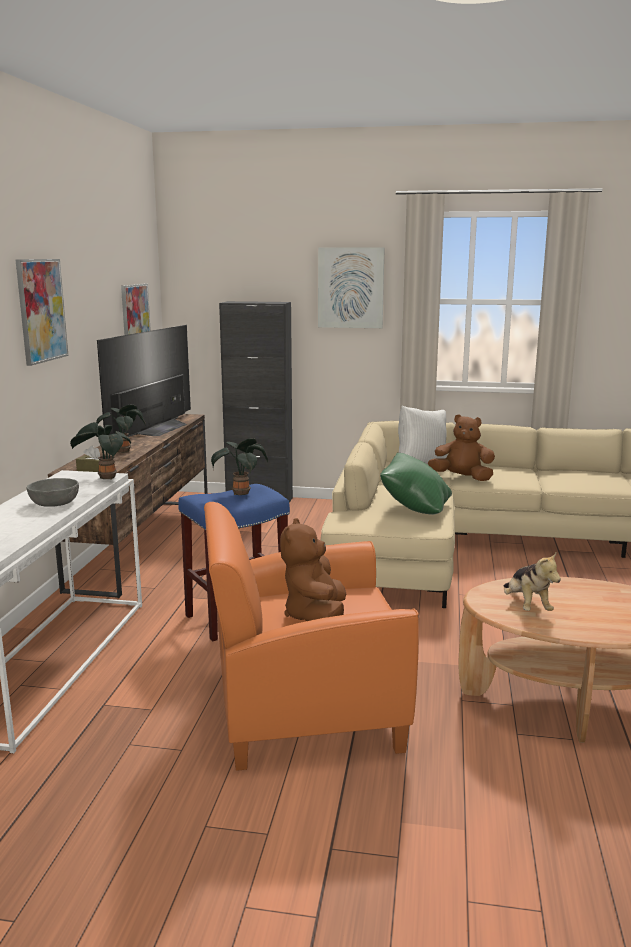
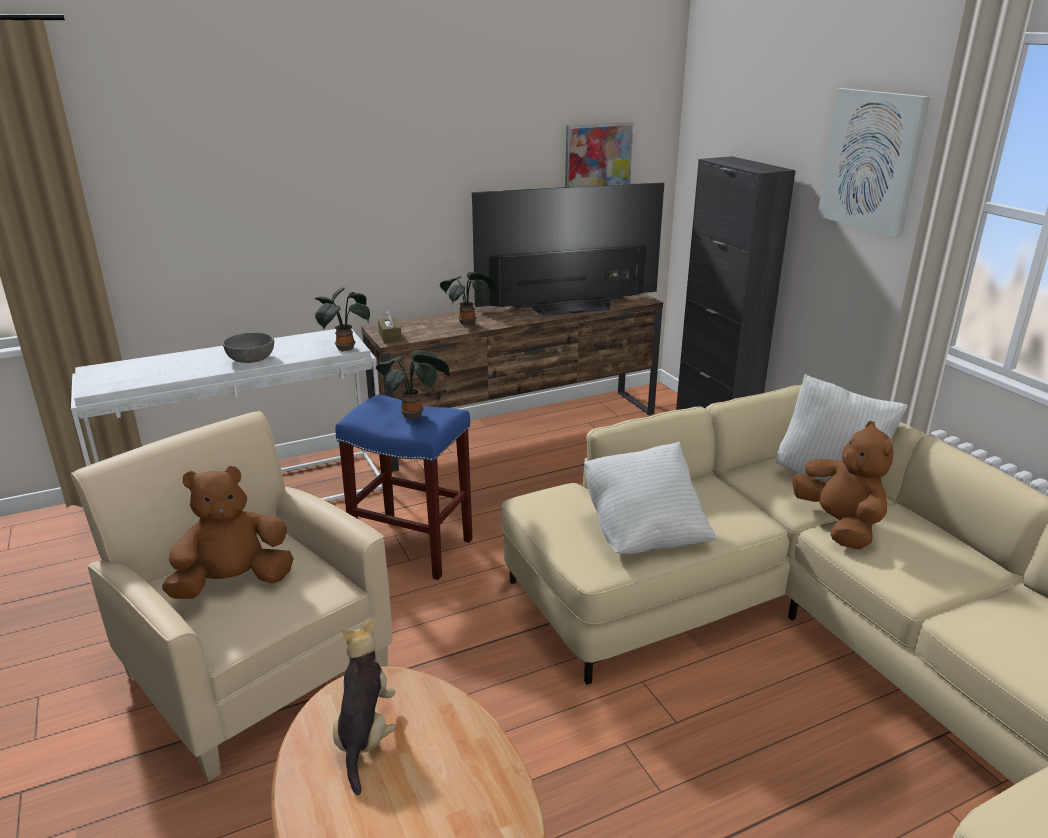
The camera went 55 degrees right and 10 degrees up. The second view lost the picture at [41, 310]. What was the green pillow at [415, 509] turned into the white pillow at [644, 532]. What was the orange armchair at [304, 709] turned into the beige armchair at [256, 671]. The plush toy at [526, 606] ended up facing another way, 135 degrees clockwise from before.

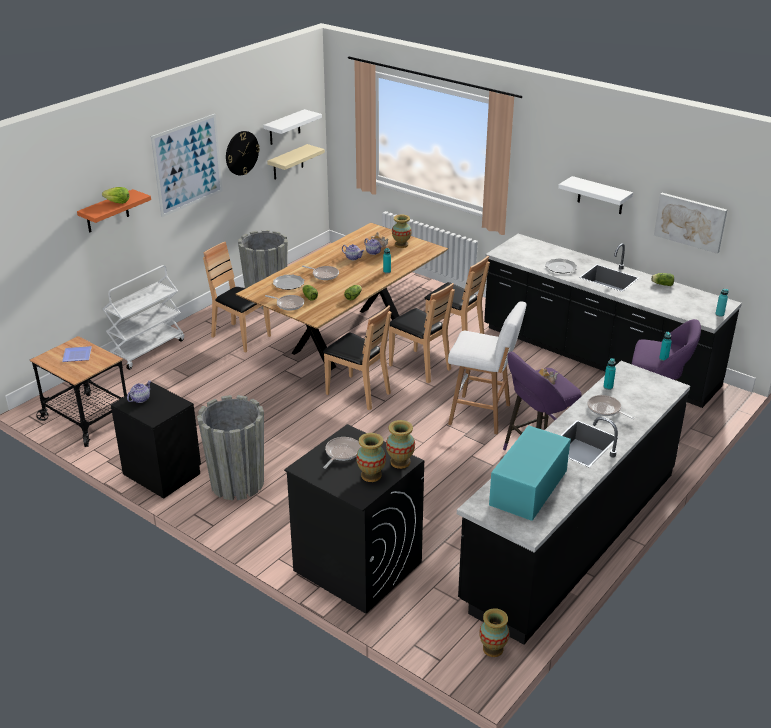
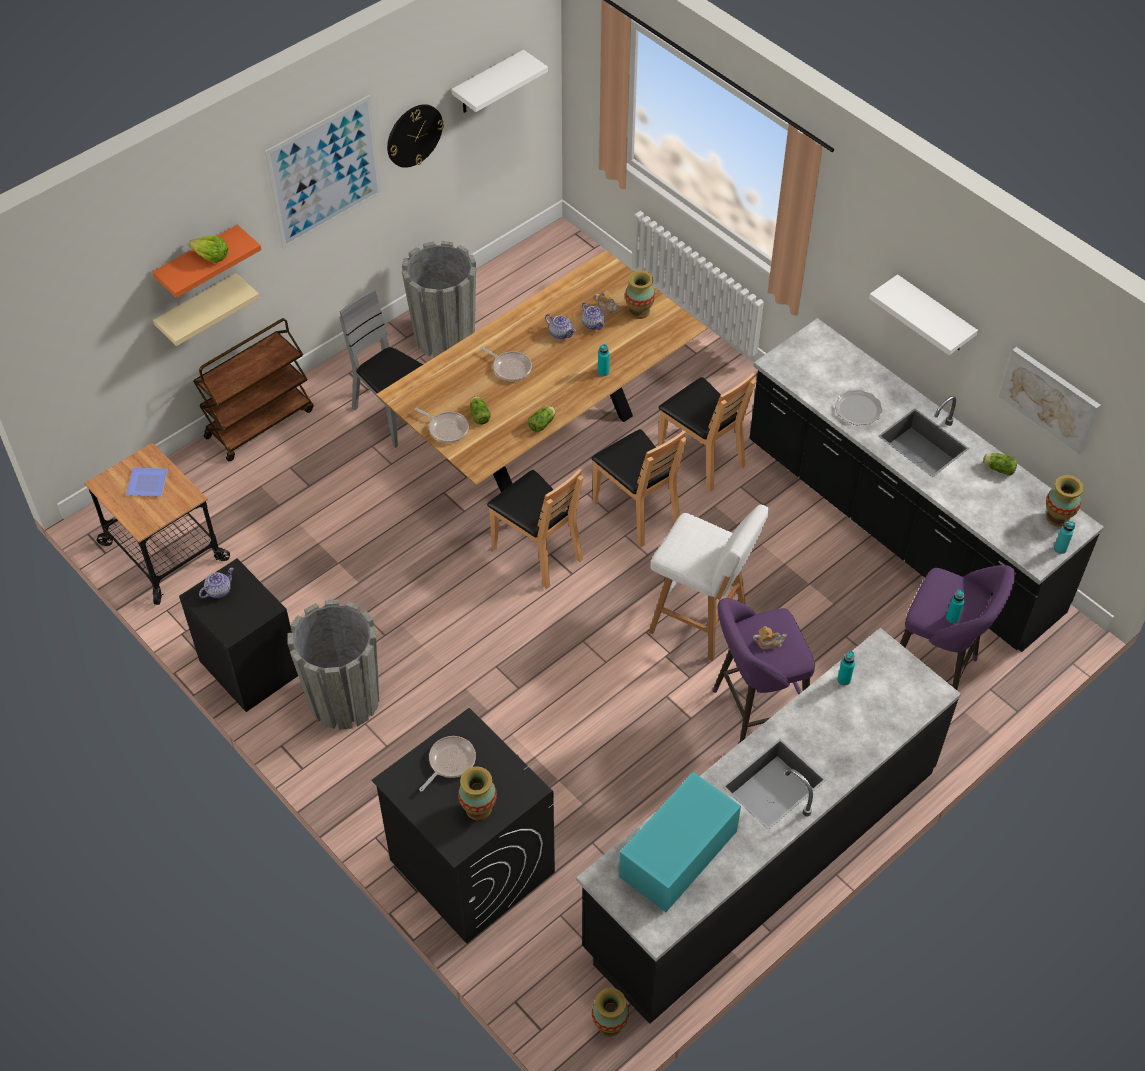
The camera went 10 degrees right and 20 degrees up. The beige shelf ended up elsewhere, having gone from [288, 162] to [198, 309]. What was the brown chair at [241, 337] turned into the grey chair at [394, 415]. What was the white cart at [147, 349] turned into the brown cart at [260, 423]. The second view lost the plate at [288, 283]. The second view lost the frying pan at [605, 409]. The vase ended up elsewhere, having gone from [400, 462] to [1057, 517].

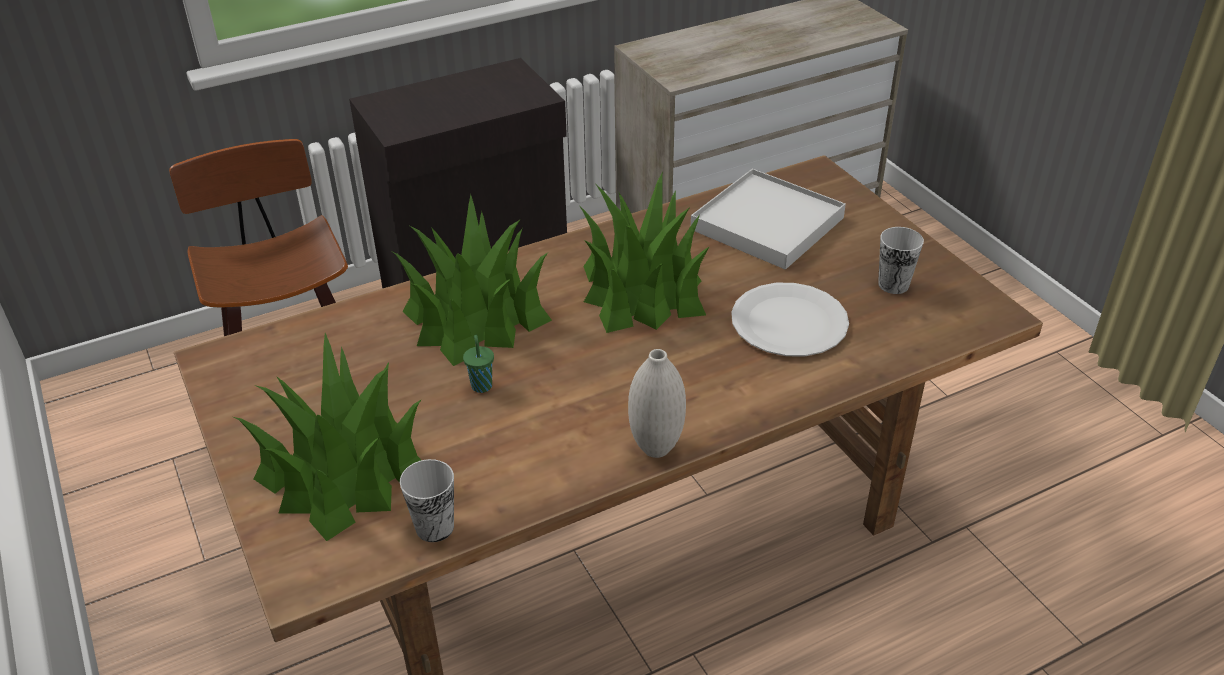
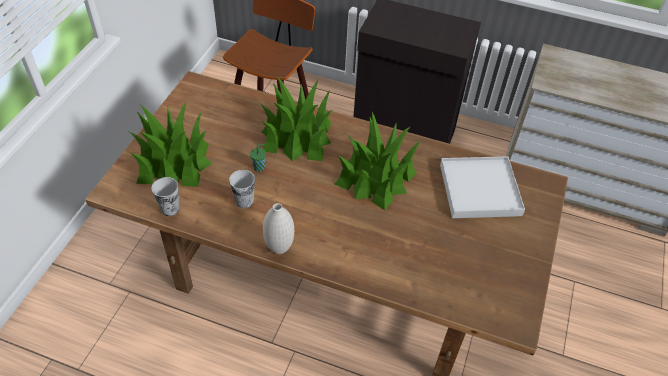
The camera went 45 degrees right and 10 degrees up. The cup ended up elsewhere, having gone from [893, 284] to [244, 201]. The second view lost the white plate at [789, 323].

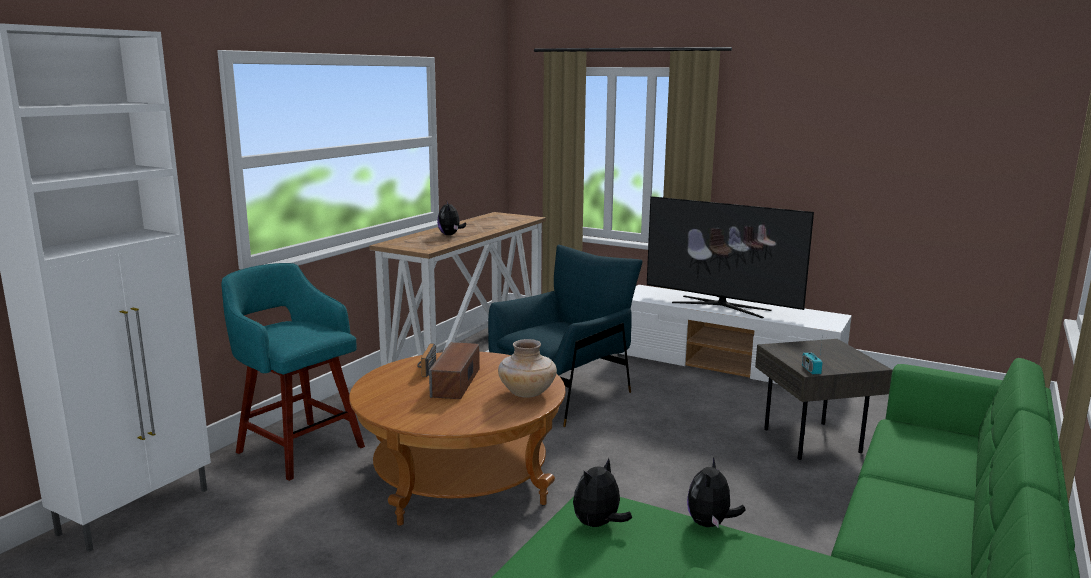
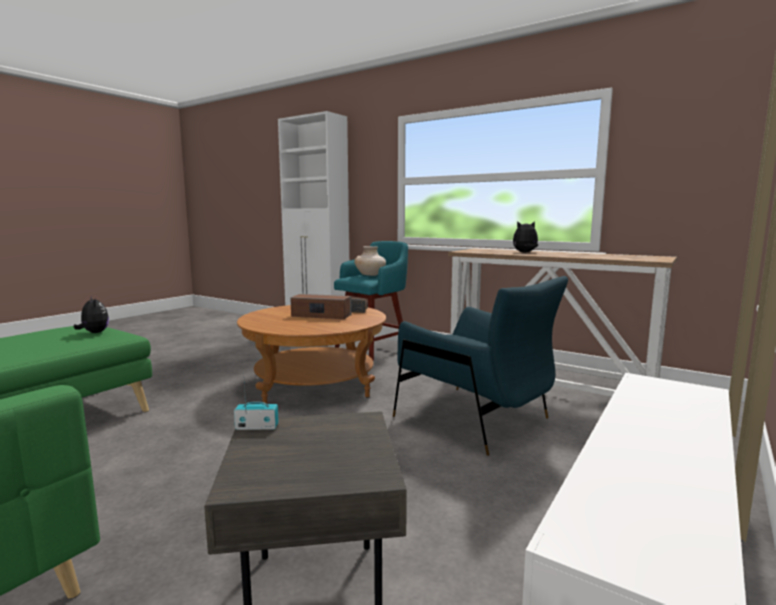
The camera went 95 degrees right and 5 degrees down. The second view lost the television at [720, 306]. The beige vase ended up elsewhere, having gone from [527, 393] to [370, 275]. The second view lost the plush toy at [710, 524].

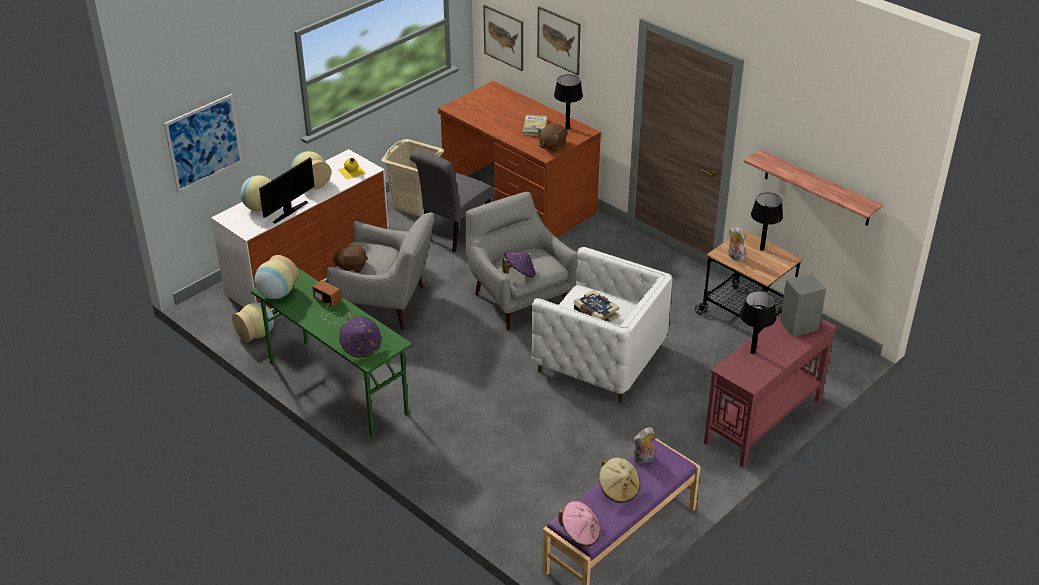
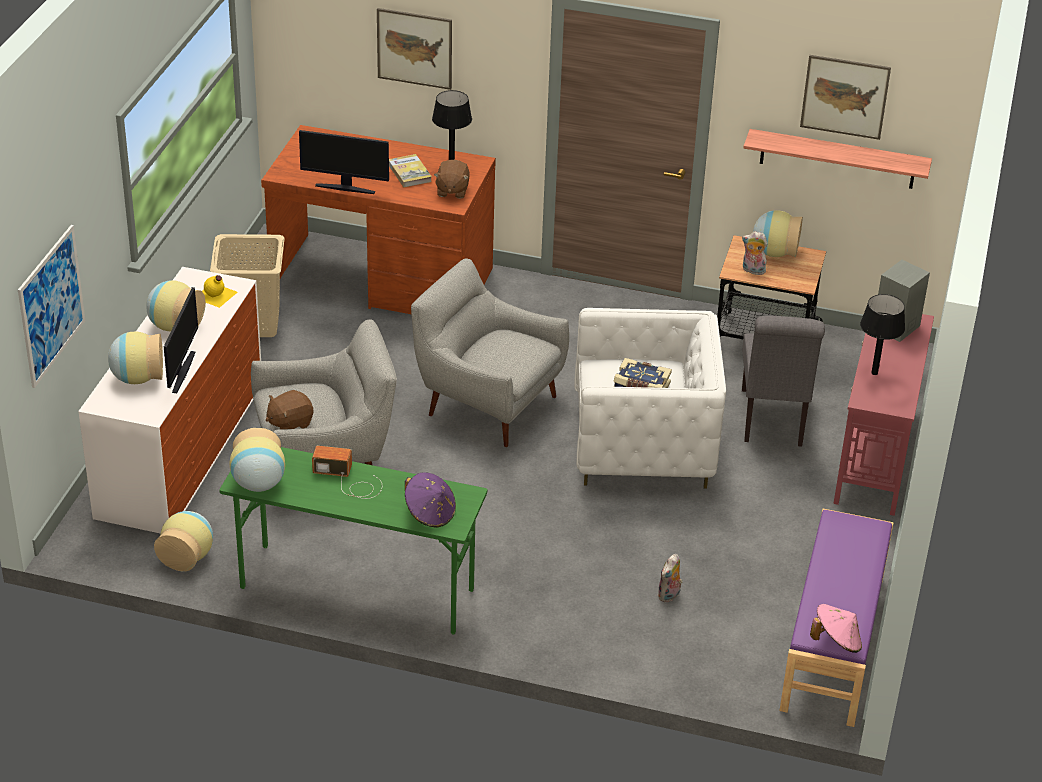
The camera went 30 degrees left and 0 degrees up. The picture ended up elsewhere, having gone from [503, 37] to [845, 96]. The grey chair ended up elsewhere, having gone from [453, 234] to [772, 421]. Where the black table lamp stood at [762, 249], the vase came to stand at [774, 252]. The second view lost the purple hat at [519, 273]. The plush toy ended up elsewhere, having gone from [643, 460] to [669, 596]. The second view lost the beige hat at [618, 490]. The second view gained the monitor at [345, 188].

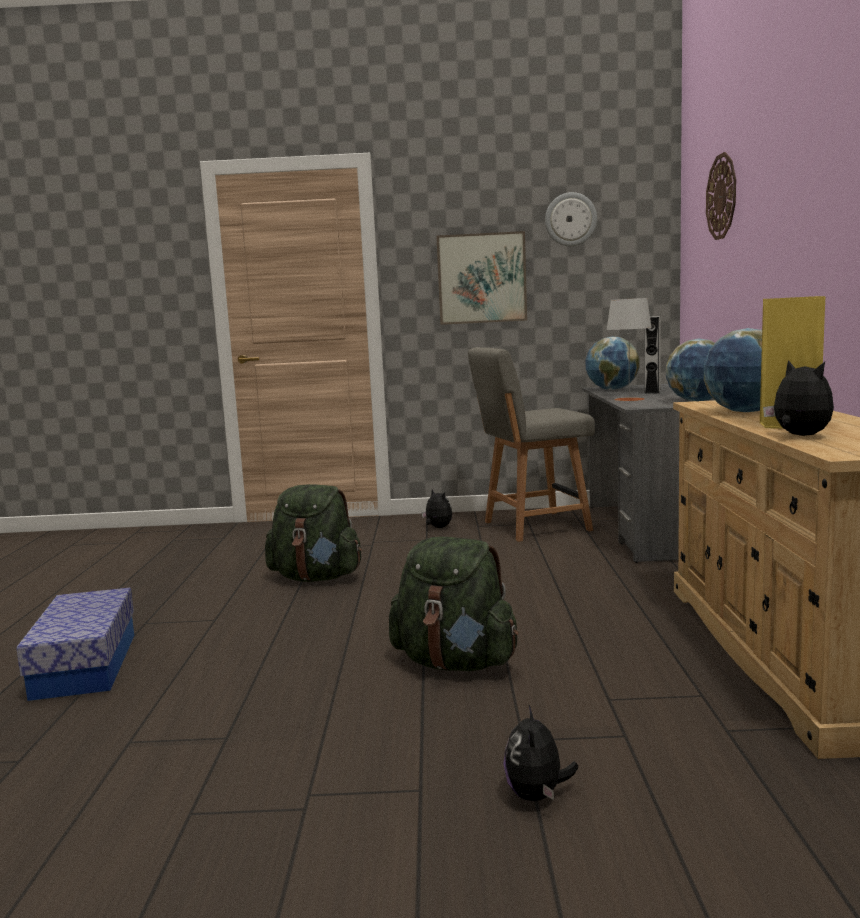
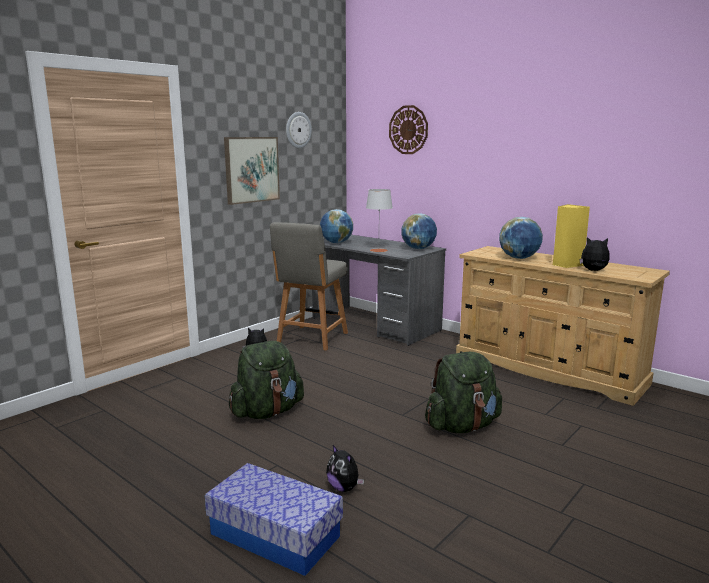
The camera went 50 degrees left and 5 degrees up. The second view lost the grey speaker at [652, 391]. The plush toy ended up elsewhere, having gone from [537, 795] to [344, 488].

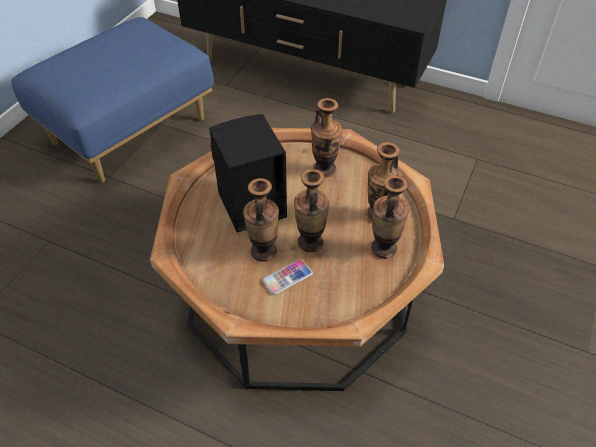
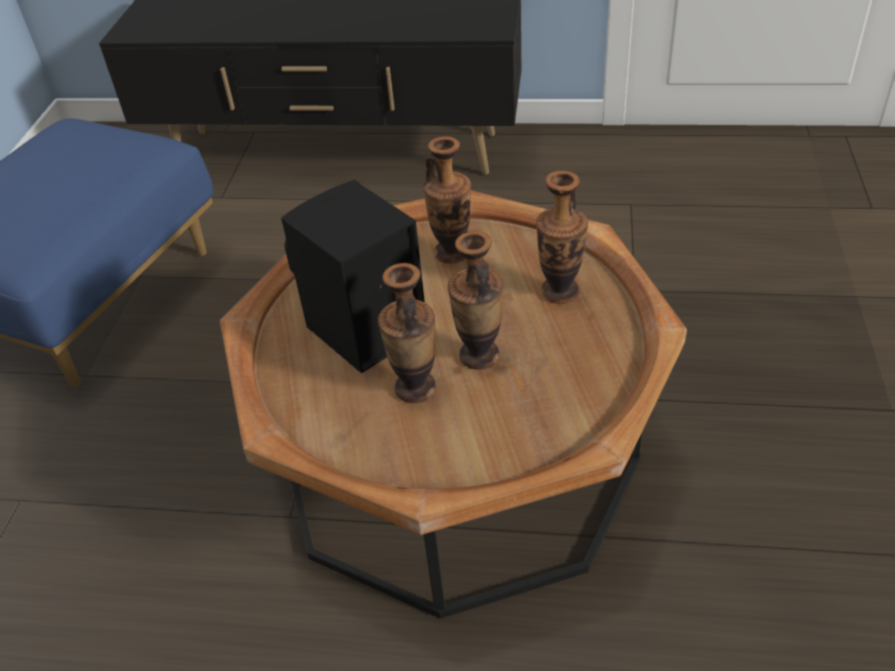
The camera went 15 degrees left and 5 degrees down. The second view lost the vase at [384, 248]. The second view lost the phone at [287, 277].

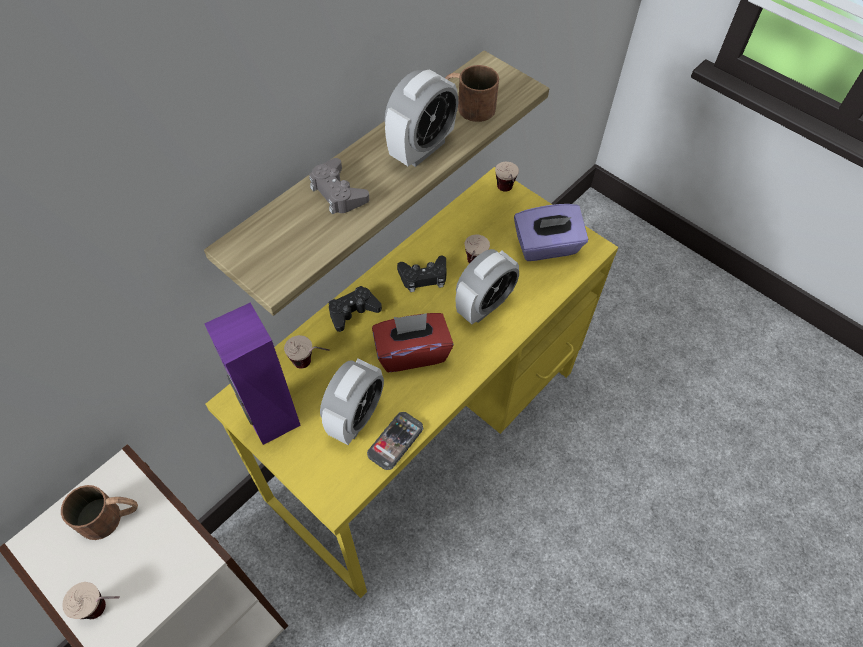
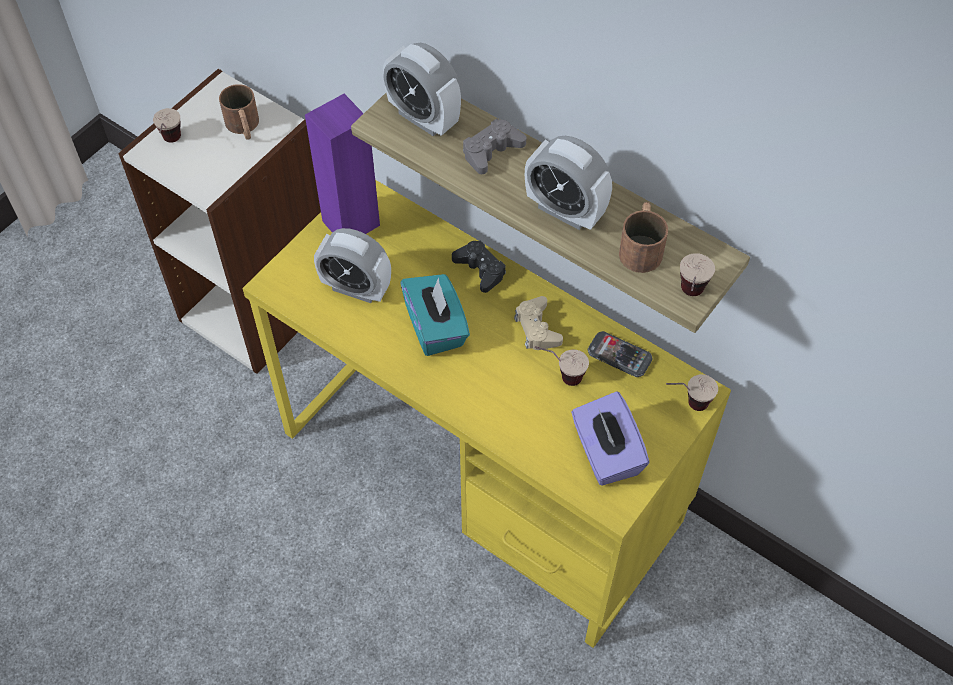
The camera went 85 degrees right and 0 degrees up. The alarm clock ended up elsewhere, having gone from [484, 306] to [423, 118]. What was the black game controller at [423, 277] turned into the beige game controller at [537, 328]. What was the red tissue box at [412, 352] turned into the turquoise tissue box at [436, 327]. The cup ended up elsewhere, having gone from [312, 364] to [689, 298]. The phone ended up elsewhere, having gone from [395, 441] to [619, 355].

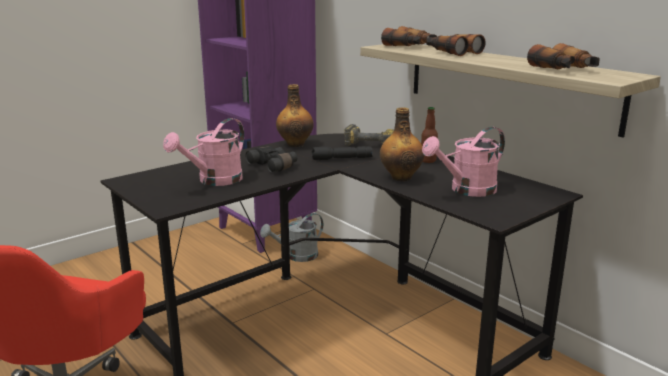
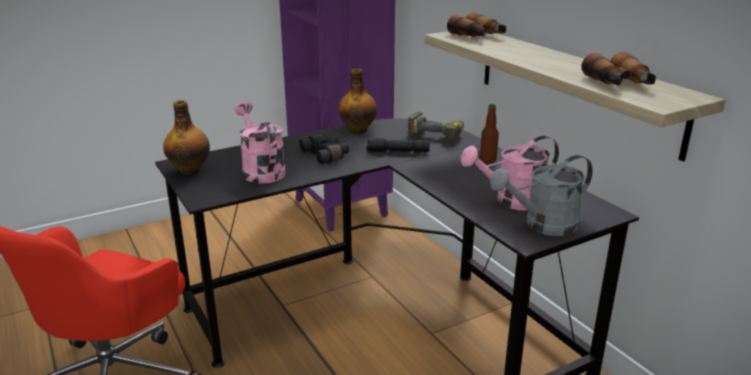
The camera went 10 degrees right and 5 degrees up. The second view lost the binoculars at [452, 52]. The bottle ended up elsewhere, having gone from [401, 177] to [190, 170]. The pink watering can at [214, 181] ended up facing another way, 105 degrees clockwise from before. The grey watering can ended up elsewhere, having gone from [297, 256] to [543, 226].

